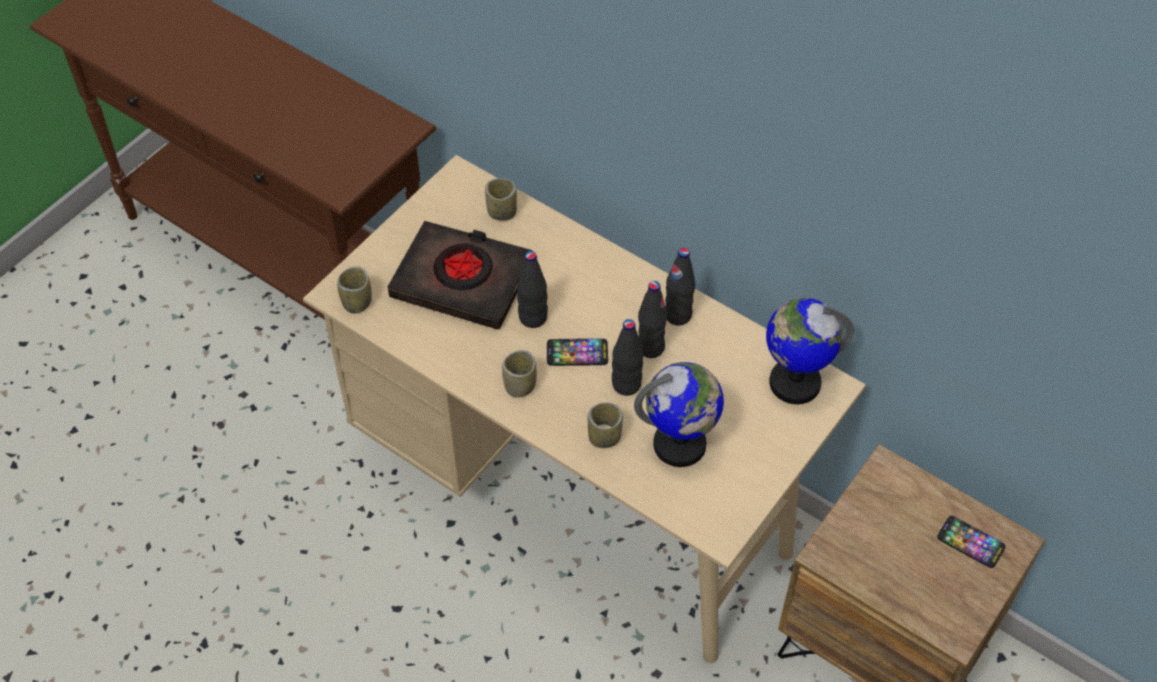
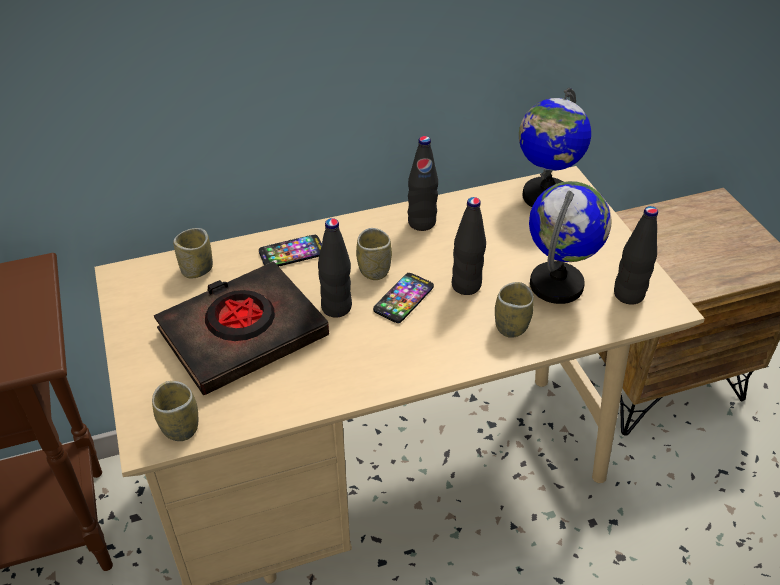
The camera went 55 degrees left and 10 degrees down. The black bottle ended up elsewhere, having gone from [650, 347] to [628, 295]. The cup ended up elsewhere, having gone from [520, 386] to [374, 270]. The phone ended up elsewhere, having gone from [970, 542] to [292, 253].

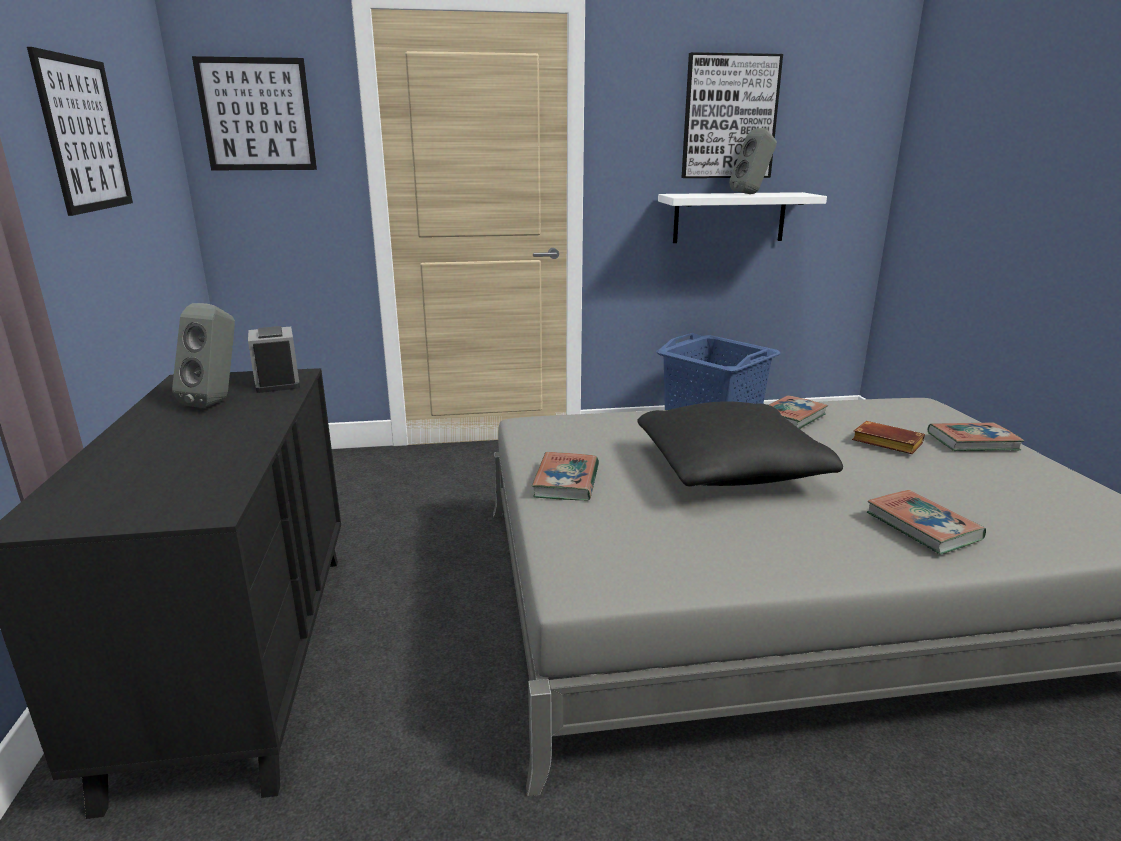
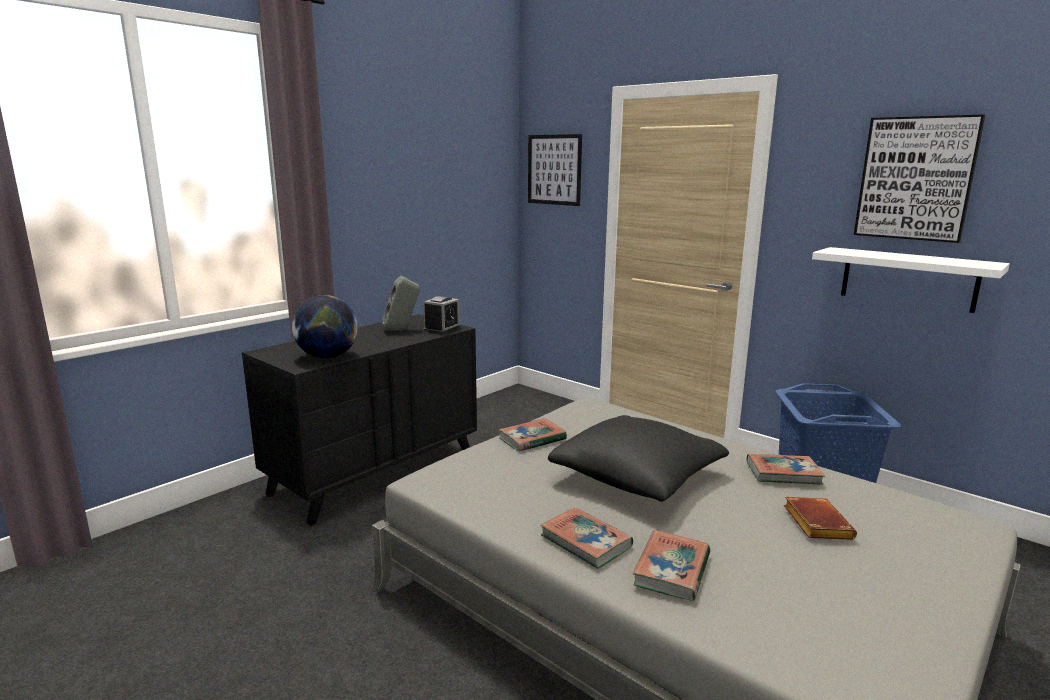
The camera went 50 degrees right and 5 degrees down. The second view lost the picture at [84, 134]. The second view lost the grey speaker at [752, 194]. The book ended up elsewhere, having gone from [972, 442] to [586, 541]. The second view gained the globe at [327, 357].

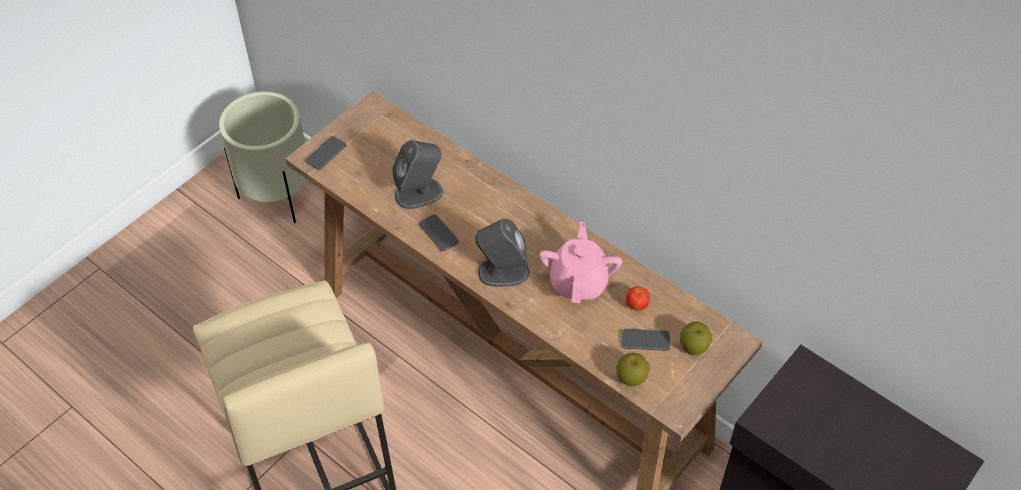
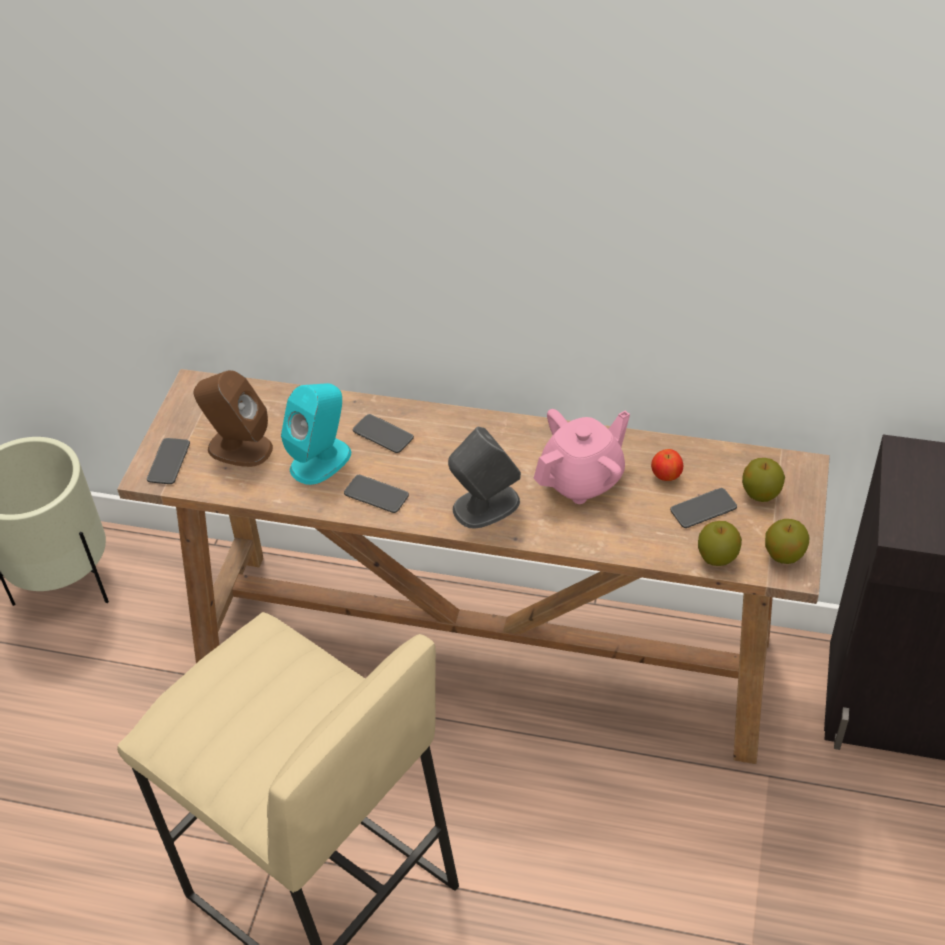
The camera went 25 degrees left and 5 degrees down. What was the grey speaker at [419, 193] turned into the turquoise speaker at [321, 460]. The pink teapot at [579, 282] ended up facing another way, 75 degrees clockwise from before. The second view gained the brown speaker at [239, 447]. The second view gained the phone at [383, 434]. The second view gained the apple at [784, 555].

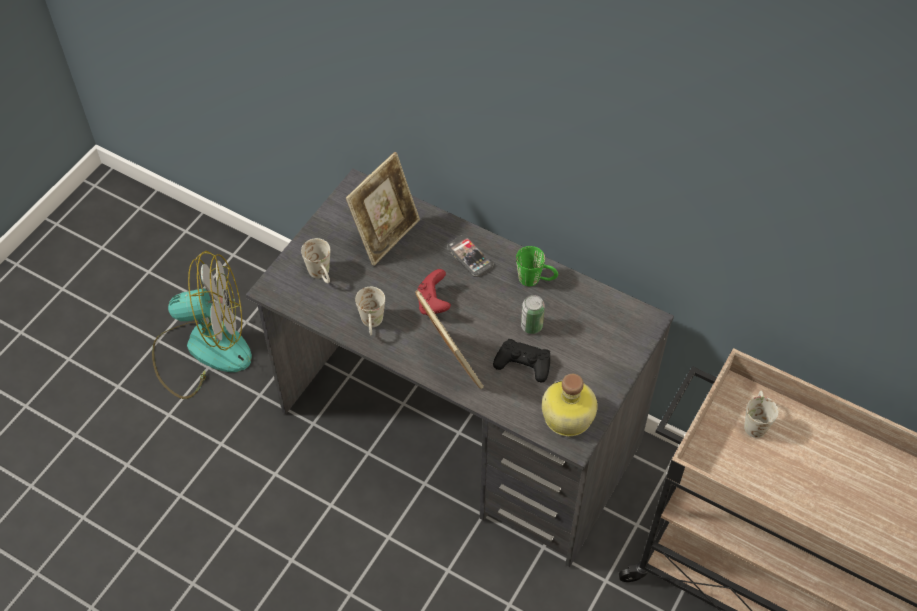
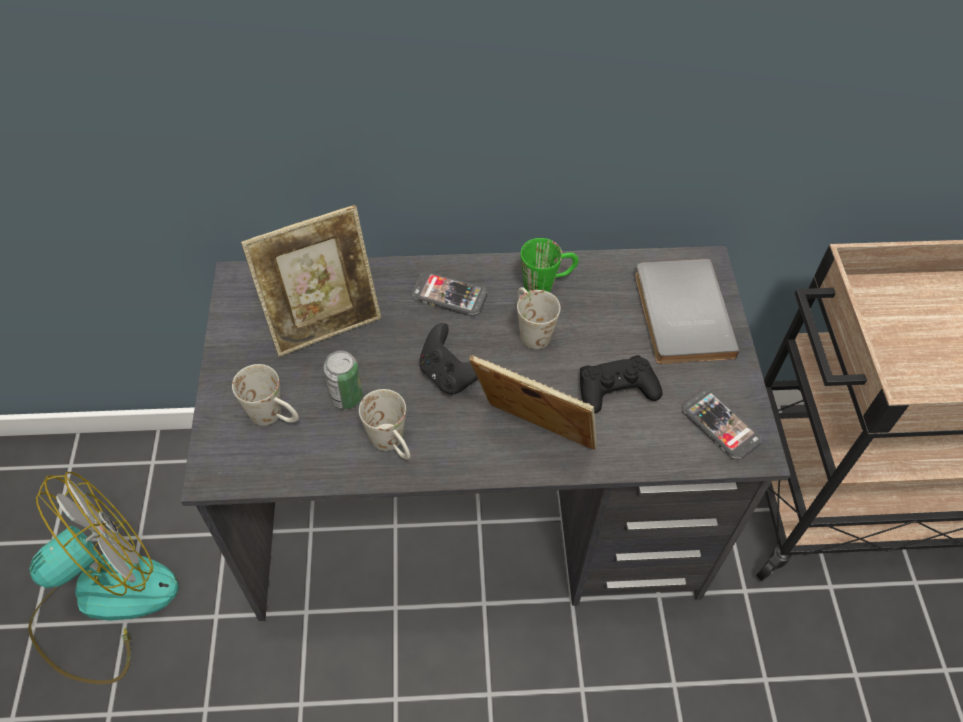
The camera went 35 degrees left and 0 degrees up. The picture frame at [386, 235] ended up facing another way, 60 degrees clockwise from before. What was the red game controller at [433, 303] turned into the black game controller at [449, 375]. The can ended up elsewhere, having gone from [531, 326] to [346, 397]. Where the bottle stood at [566, 417], the phone came to stand at [720, 426]. The white mug ended up elsewhere, having gone from [755, 421] to [530, 330]. The second view gained the grey book at [678, 314].

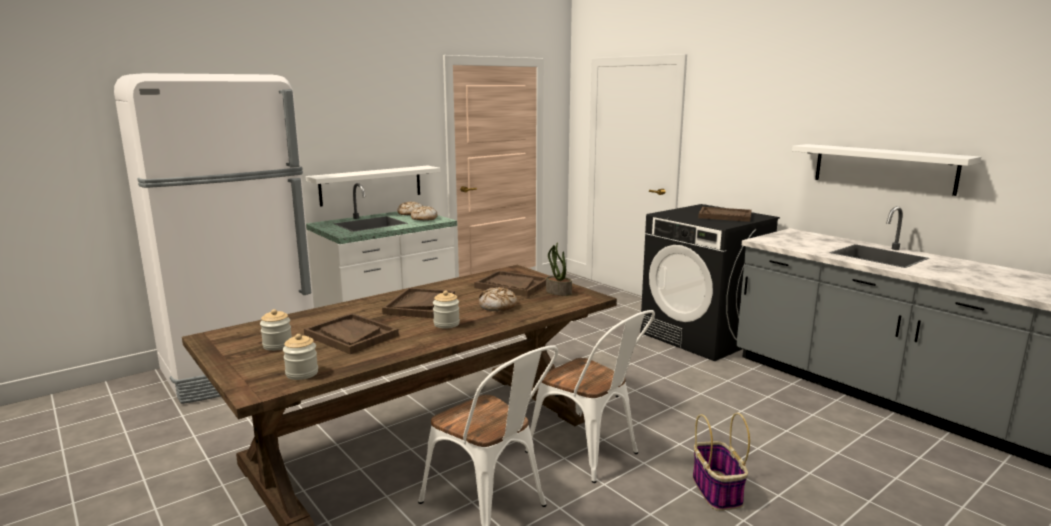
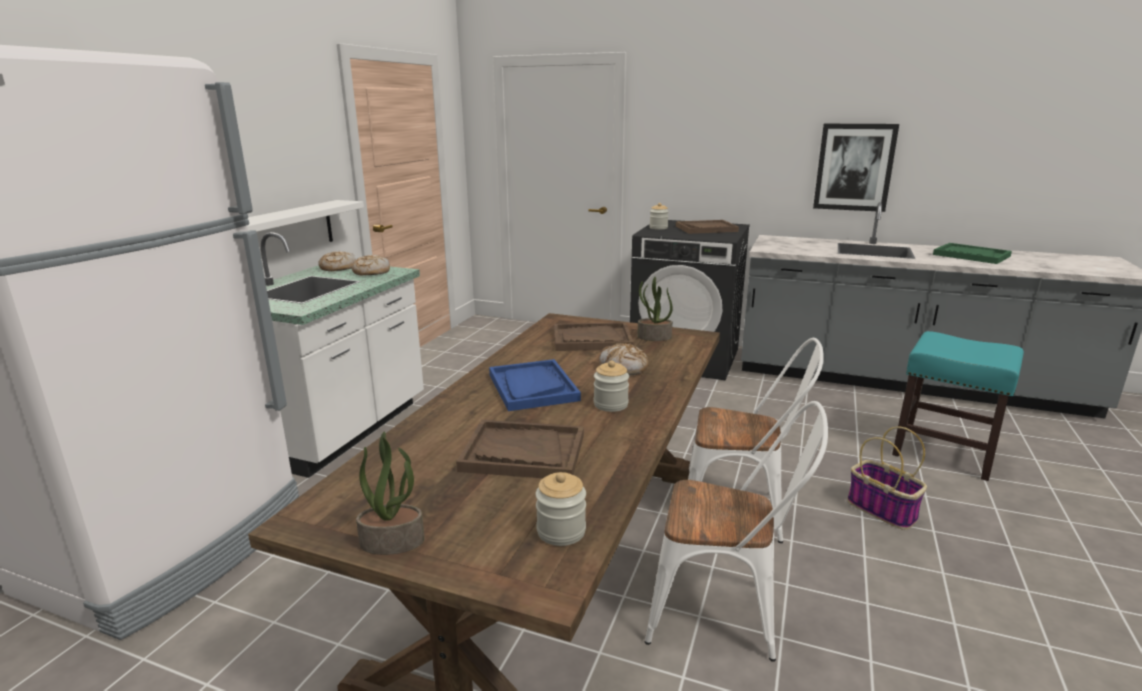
The camera went 30 degrees left and 5 degrees up. Where the white shelf hung at [883, 168], the picture came to hang at [854, 167]. What was the brown tray at [420, 305] turned into the blue tray at [532, 387]. The jar ended up elsewhere, having gone from [277, 345] to [658, 228]. The second view gained the green tray at [971, 255]. The second view gained the turquoise stool at [945, 453]. The second view gained the potted plant at [393, 541].

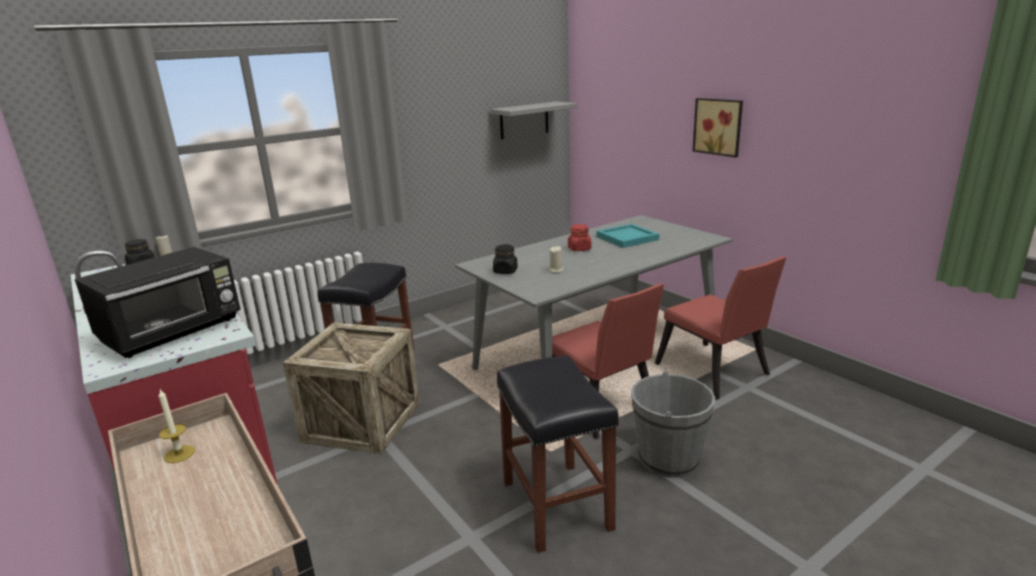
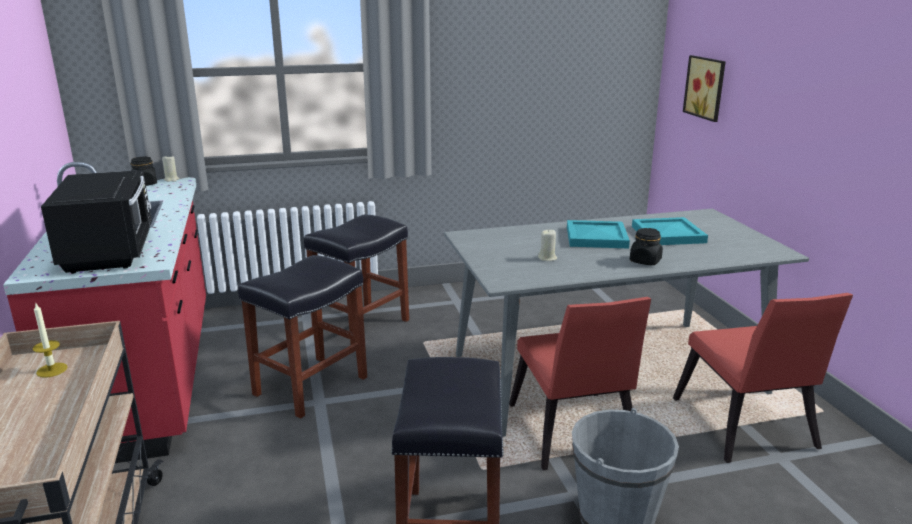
The camera went 20 degrees right and 0 degrees up. The picture ended up elsewhere, having gone from [719, 126] to [706, 87]. The second view lost the grey shelf at [524, 120]. Where the red jar stood at [579, 249], the turquoise tray came to stand at [597, 237]. The black jar ended up elsewhere, having gone from [505, 271] to [645, 261]. The black microwave at [174, 332] ended up facing another way, 75 degrees counterclockwise from before. Where the crate stood at [362, 422], the black stool came to stand at [311, 385].

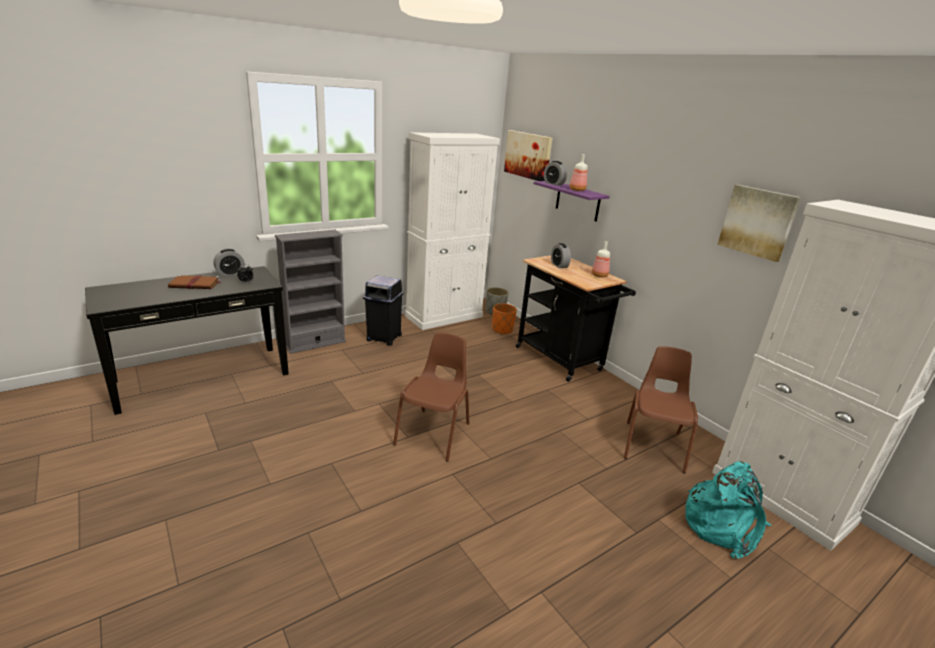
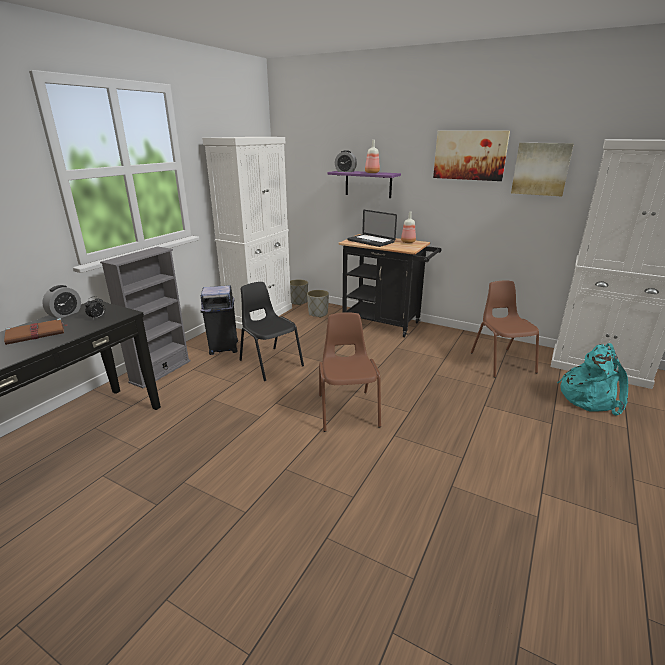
The camera went 25 degrees left and 0 degrees up. The picture ended up elsewhere, having gone from [528, 155] to [470, 155]. Where the alarm clock stood at [559, 265], the laptop came to stand at [370, 241]. What was the orange planter at [502, 330] turned into the grey planter at [318, 314]. The second view gained the black chair at [270, 363].

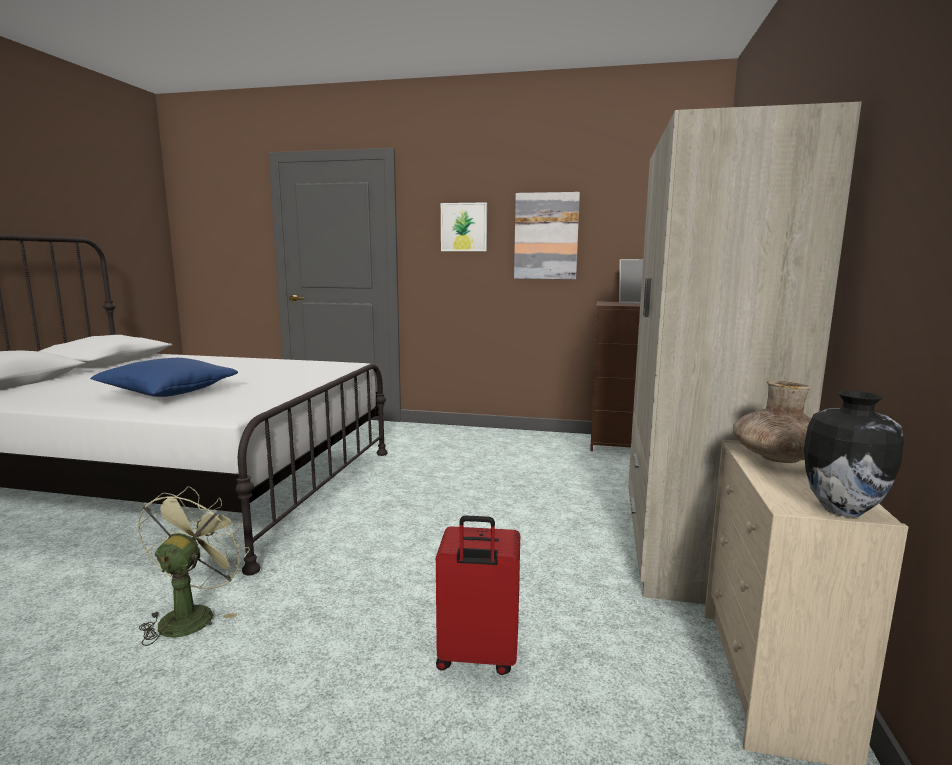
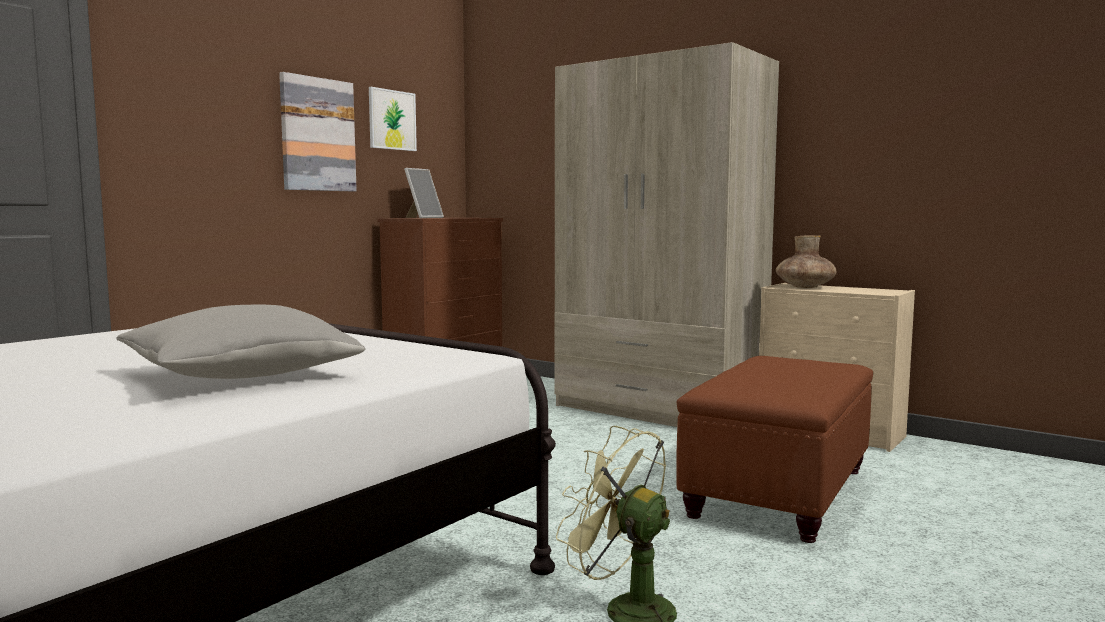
The camera went 65 degrees left and 5 degrees down. The picture ended up elsewhere, having gone from [464, 227] to [392, 120]. What was the blue pillow at [168, 393] turned into the grey pillow at [239, 375]. The second view lost the vase at [841, 509]. Where the red suitcase stood at [477, 658], the brown ottoman came to stand at [778, 493].

